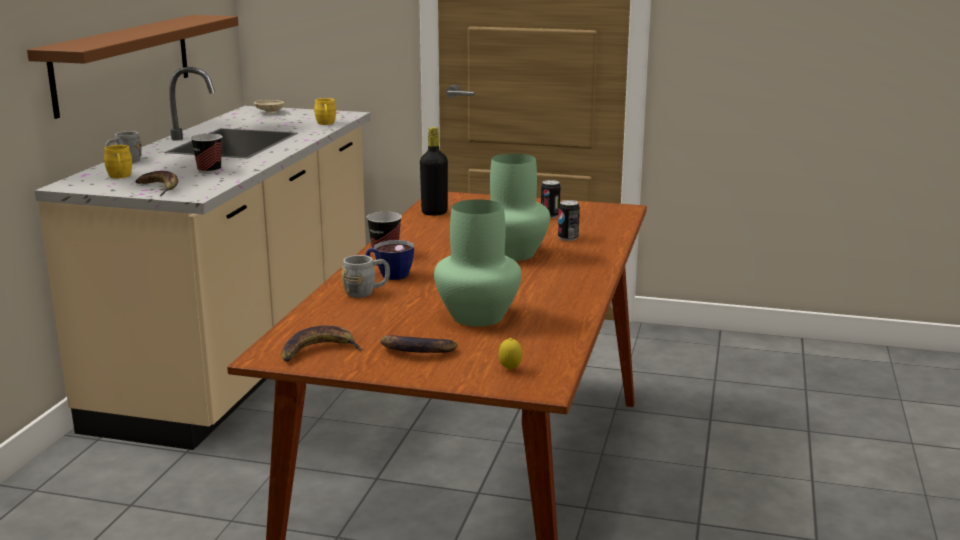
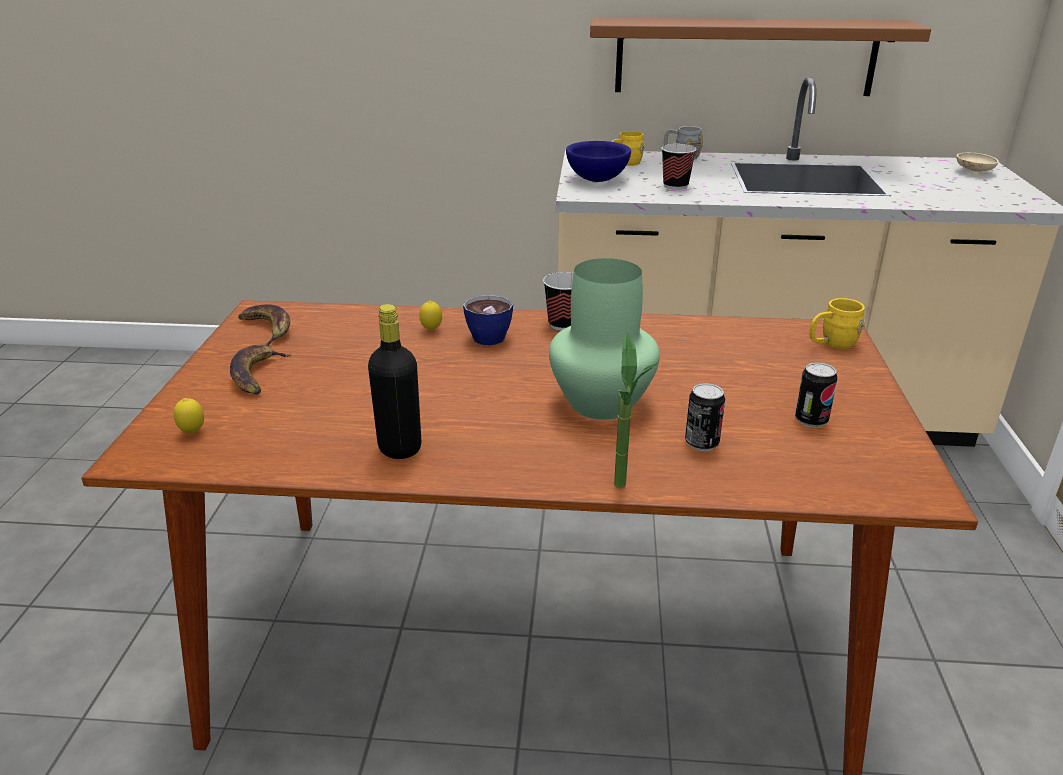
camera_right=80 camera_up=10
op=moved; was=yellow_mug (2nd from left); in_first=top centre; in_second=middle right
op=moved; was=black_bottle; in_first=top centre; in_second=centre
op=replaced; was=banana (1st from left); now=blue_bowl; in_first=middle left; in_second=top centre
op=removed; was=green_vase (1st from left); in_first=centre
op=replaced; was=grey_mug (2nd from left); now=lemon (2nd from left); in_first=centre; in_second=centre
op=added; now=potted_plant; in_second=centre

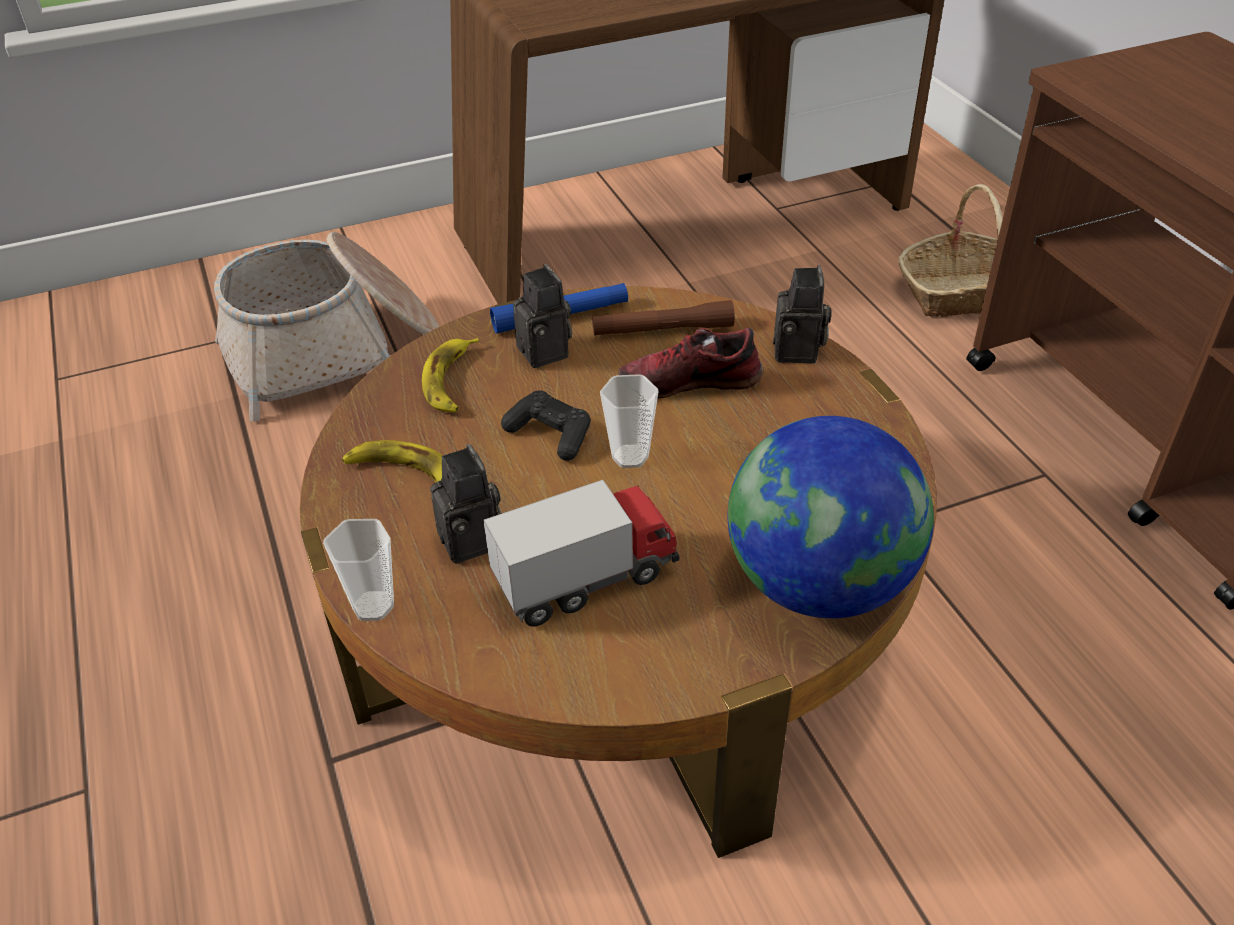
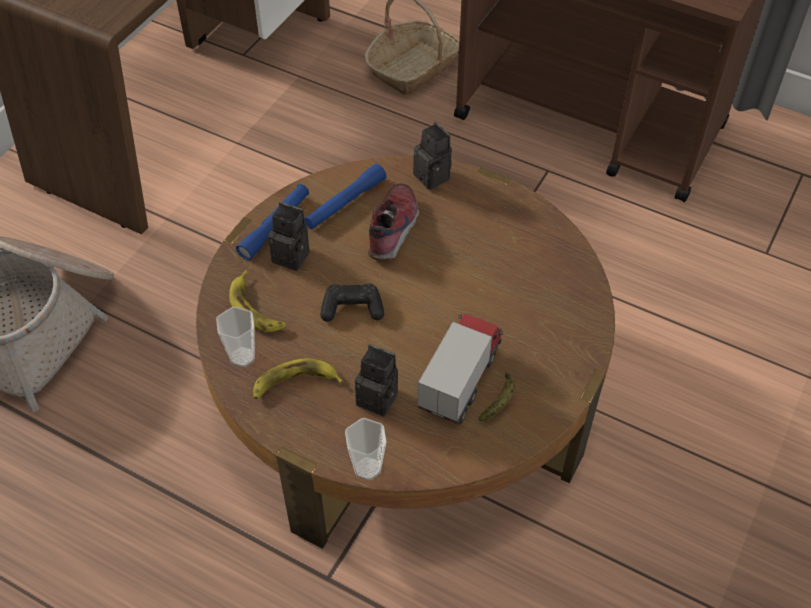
camera_right=-40 camera_up=10
op=recoloured; was=brown_flashlight; now=blue_flashlight (2nd from left); in_first=centre; in_second=top centre
op=turned; was=shoe; in_first=centre; in_second=centre; clockwise=150
op=moved; was=cup (2nd from left in the first image); now=cup (1st from left); in_first=centre; in_second=middle left
op=removed; was=globe; in_first=middle right
op=added; now=banana (3rd from left); in_second=centre

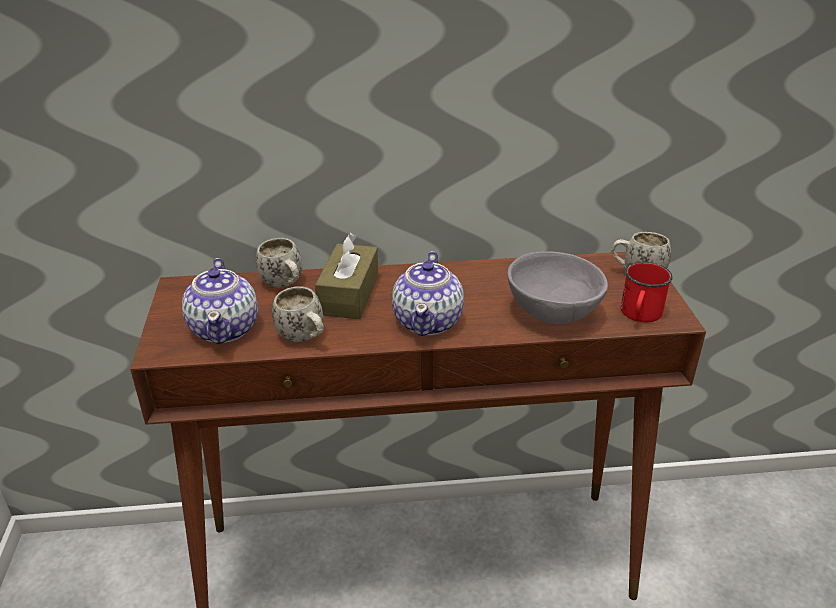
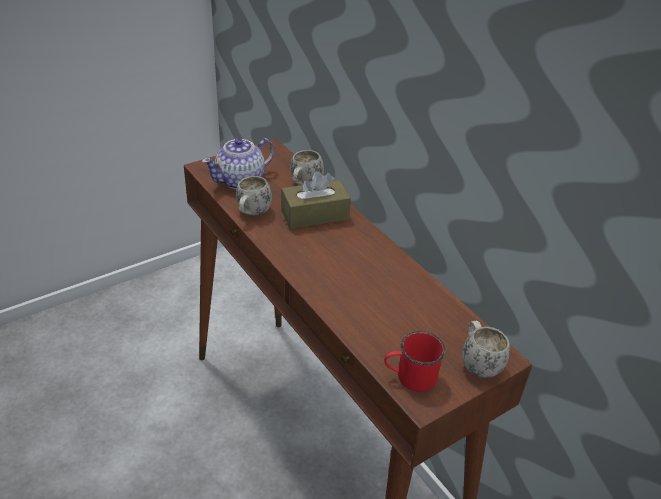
camera_right=60 camera_up=5
op=removed; was=teapot (2nd from left); in_first=centre
op=removed; was=grey_bowl; in_first=centre

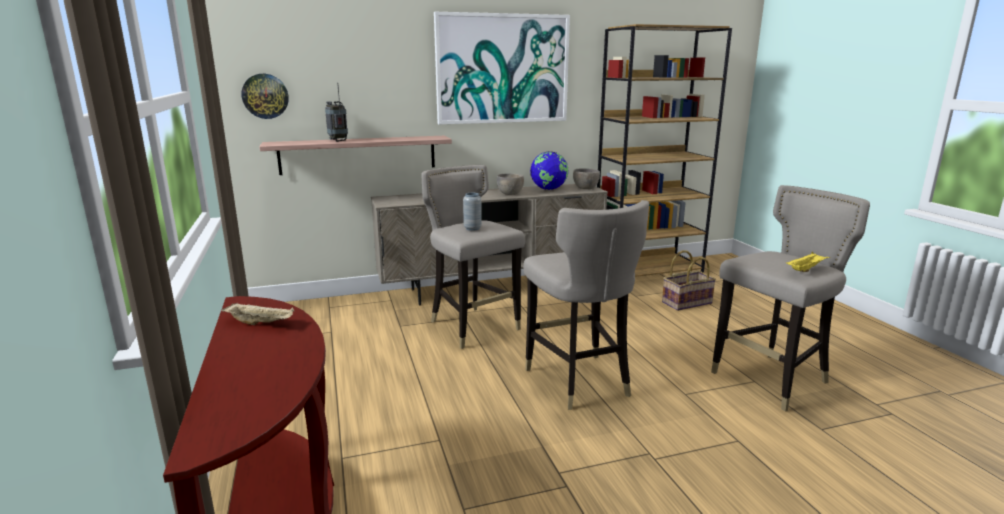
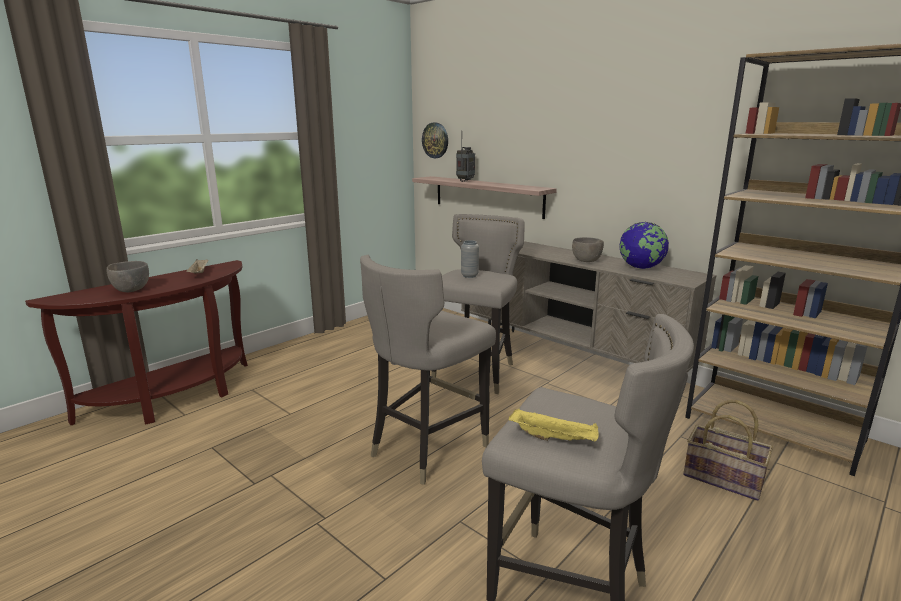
camera_right=60 camera_up=0
op=removed; was=picture; in_first=top centre
op=moved; was=grey_bowl (2nd from left in the first image); now=grey_bowl (1st from left); in_first=centre; in_second=middle left

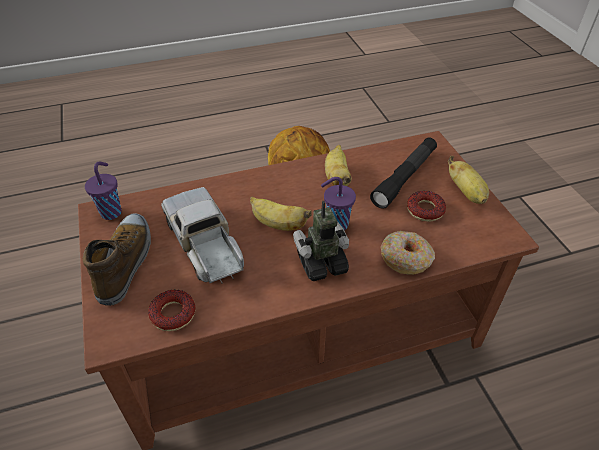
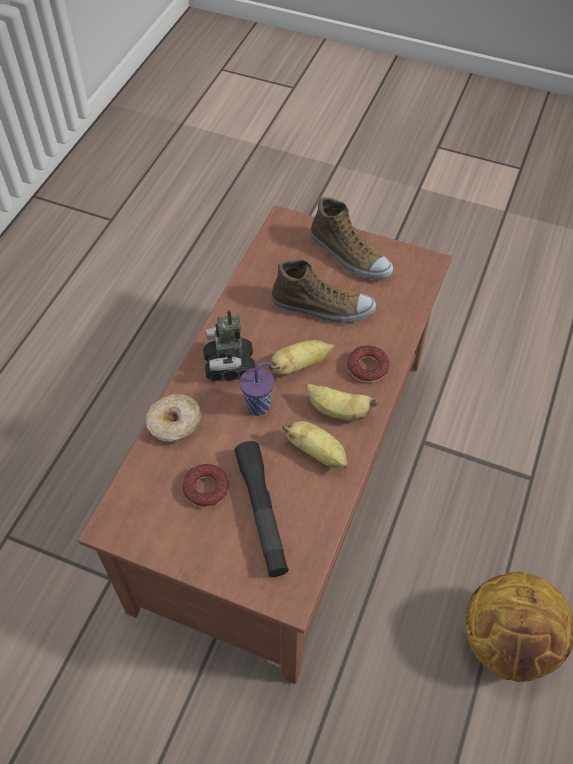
camera_right=130 camera_up=10
op=moved; was=banana (3rd from left); in_first=middle right; in_second=centre
op=removed; was=purple_cup (1st from left); in_first=middle left
op=replaced; was=toy_truck; now=shoe (1st from left); in_first=centre; in_second=centre
op=turned; was=toy_robot; in_first=centre; in_second=centre; clockwise=150
op=moved; was=donut (1st from left in the first image); now=donut (3rd from left); in_first=bottom left; in_second=centre

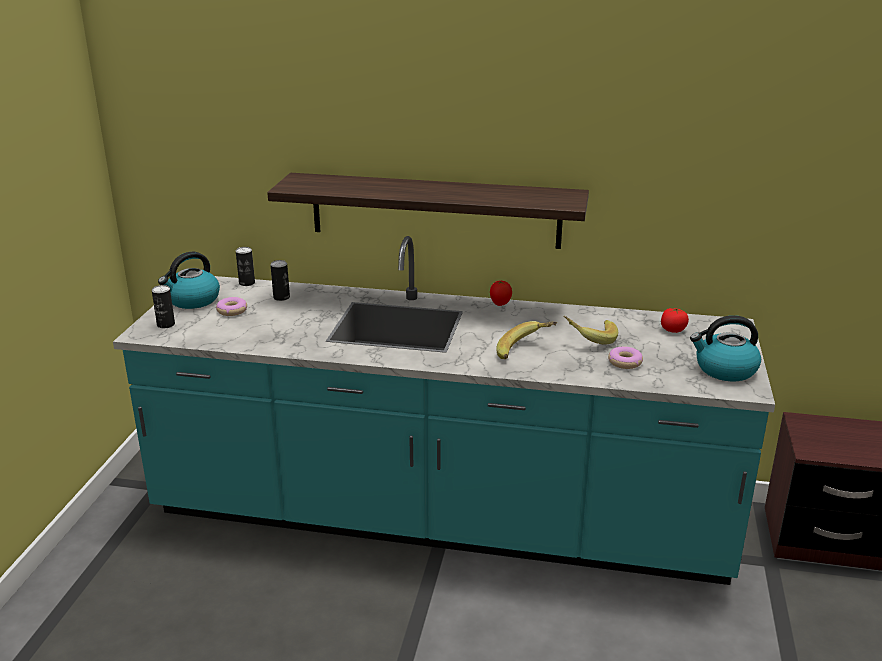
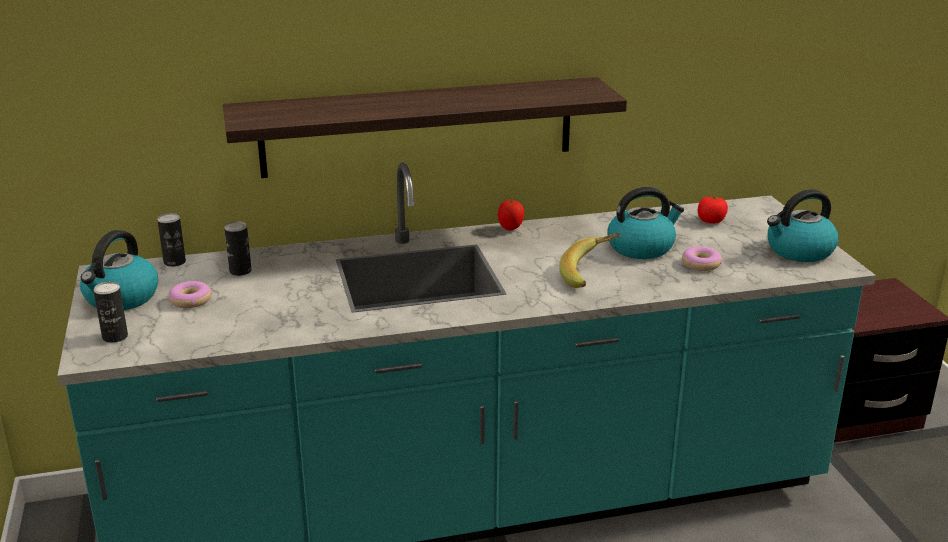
camera_right=-25 camera_up=0
op=replaced; was=banana (2nd from left); now=kettle (2nd from left); in_first=middle right; in_second=middle right

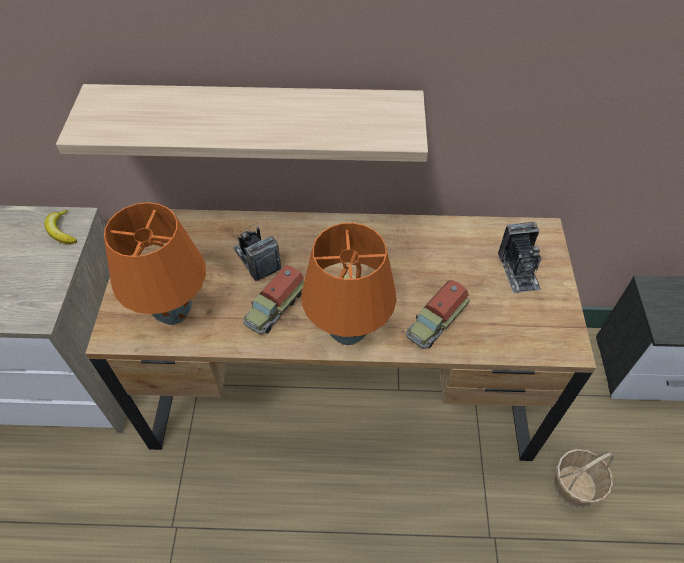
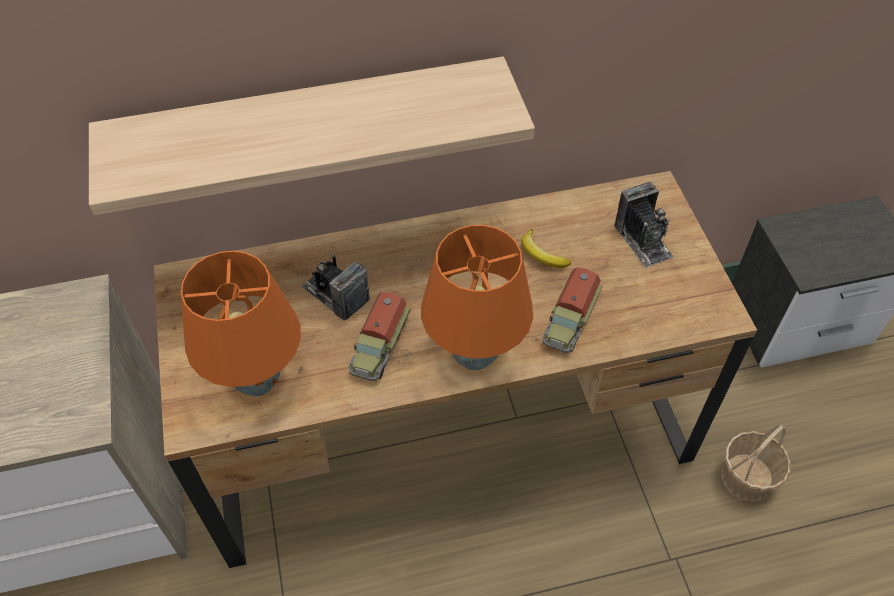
camera_right=-15 camera_up=0
op=moved; was=banana; in_first=middle left; in_second=centre

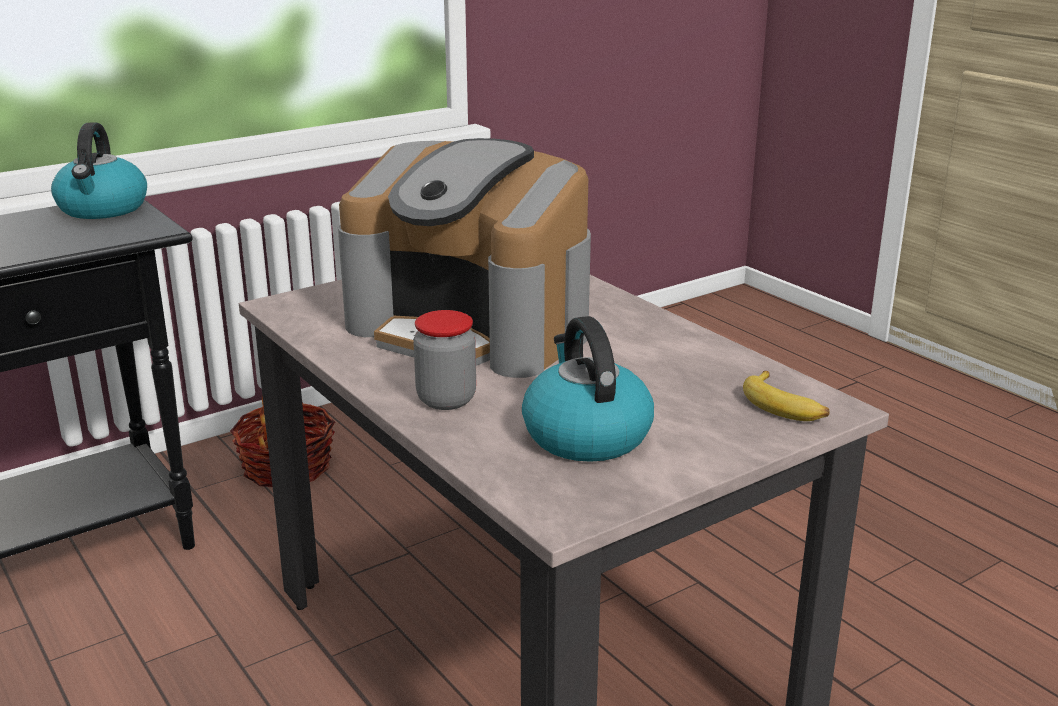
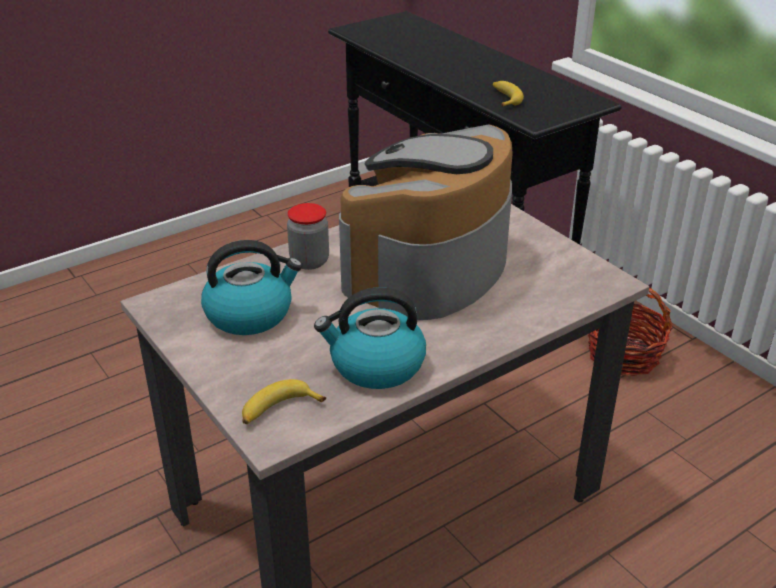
camera_right=90 camera_up=10
op=moved; was=kettle (1st from left in the first image); now=kettle (2nd from left); in_first=top left; in_second=centre
op=added; now=banana (2nd from left); in_second=top centre

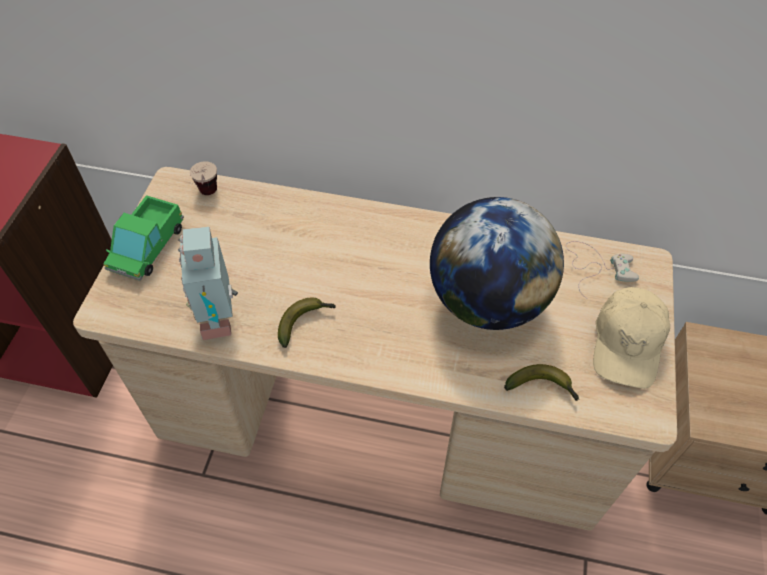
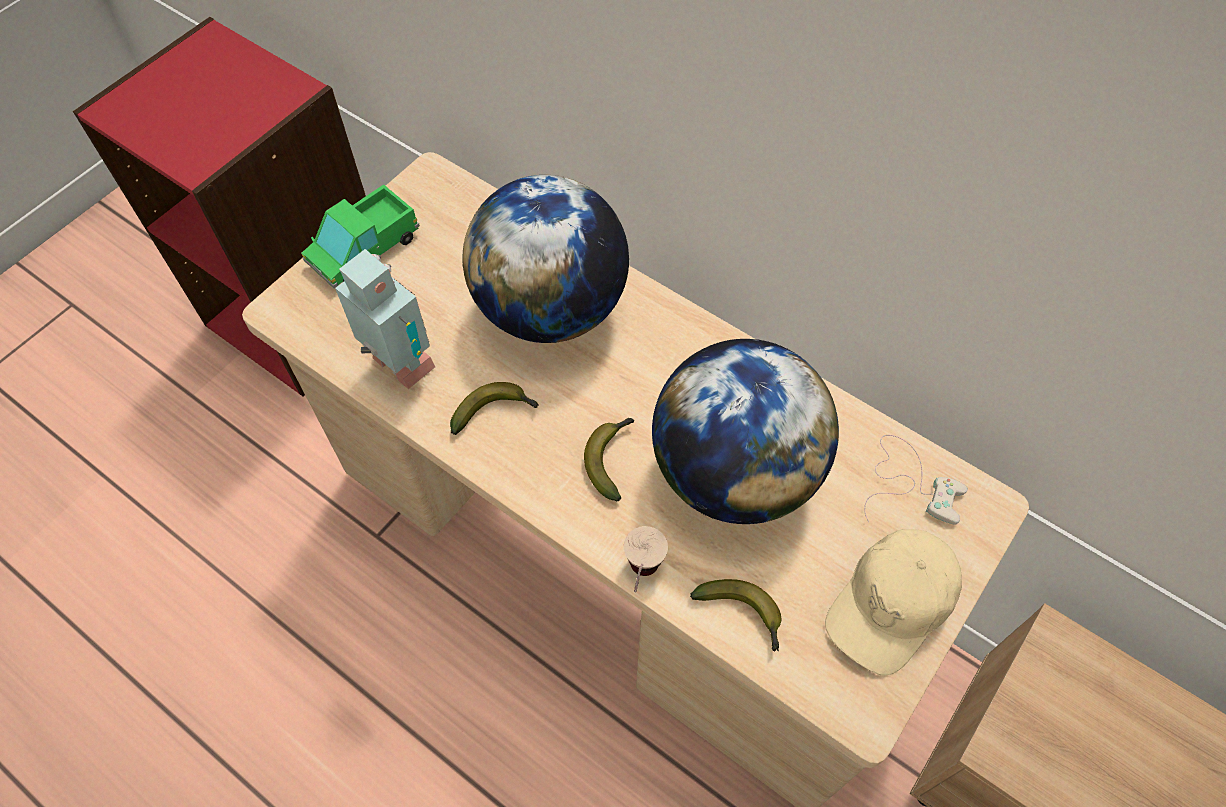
camera_right=25 camera_up=5
op=moved; was=cup; in_first=top left; in_second=bottom centre
op=turned; was=toy_robot; in_first=middle left; in_second=middle left; clockwise=120
op=added; now=globe (1st from left); in_second=top centre
op=added; now=banana (2nd from left); in_second=centre

